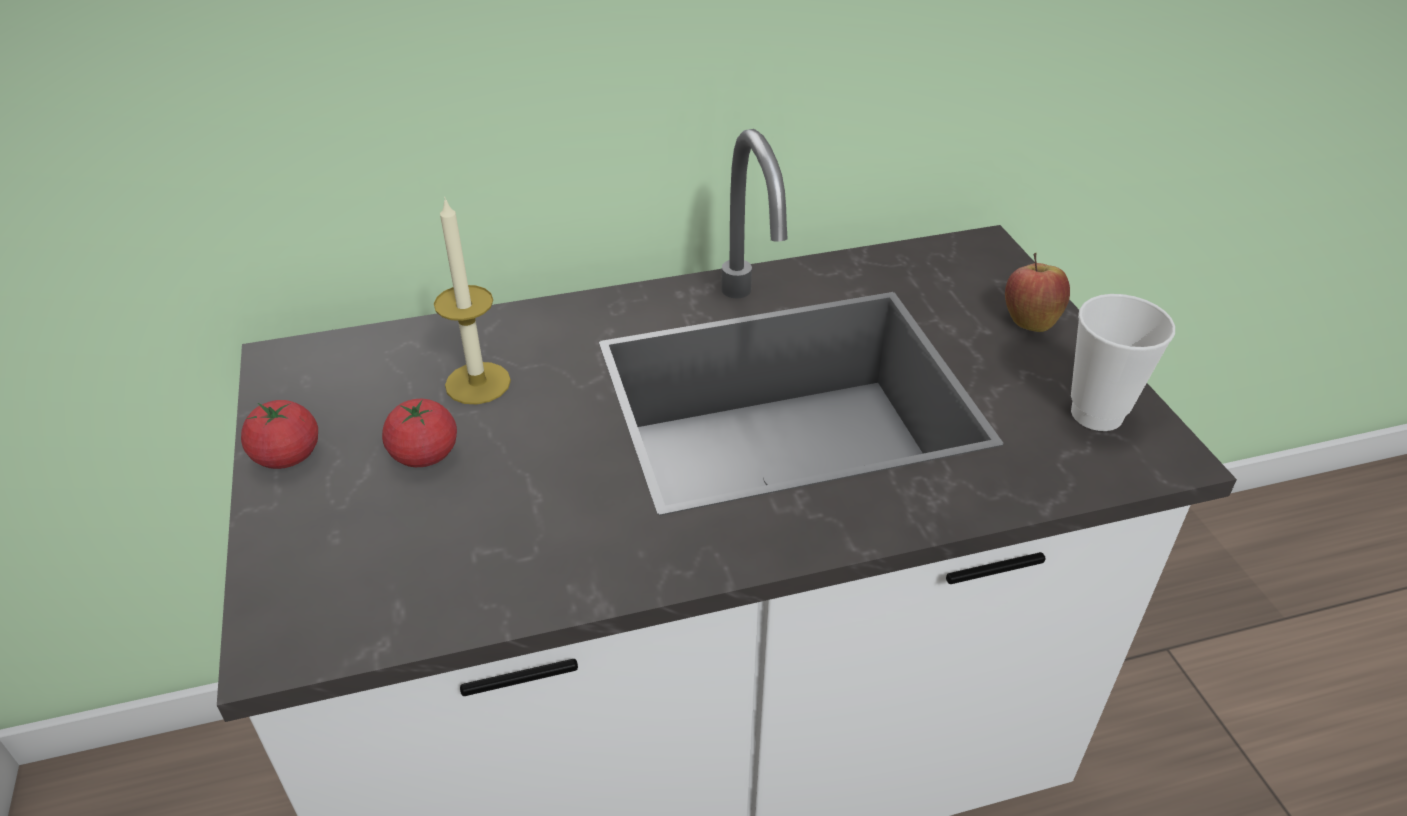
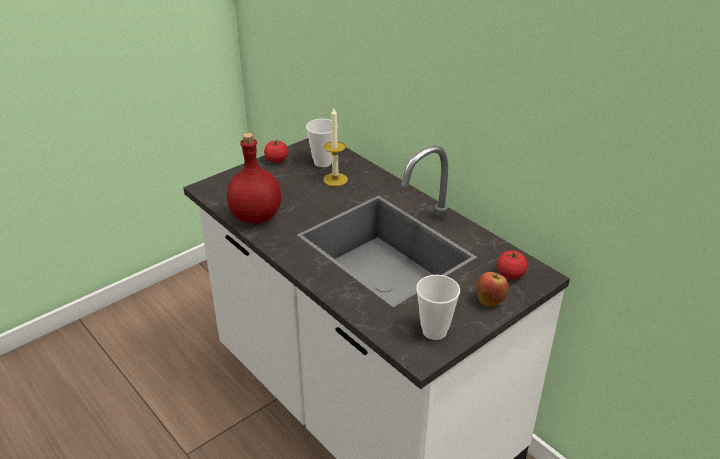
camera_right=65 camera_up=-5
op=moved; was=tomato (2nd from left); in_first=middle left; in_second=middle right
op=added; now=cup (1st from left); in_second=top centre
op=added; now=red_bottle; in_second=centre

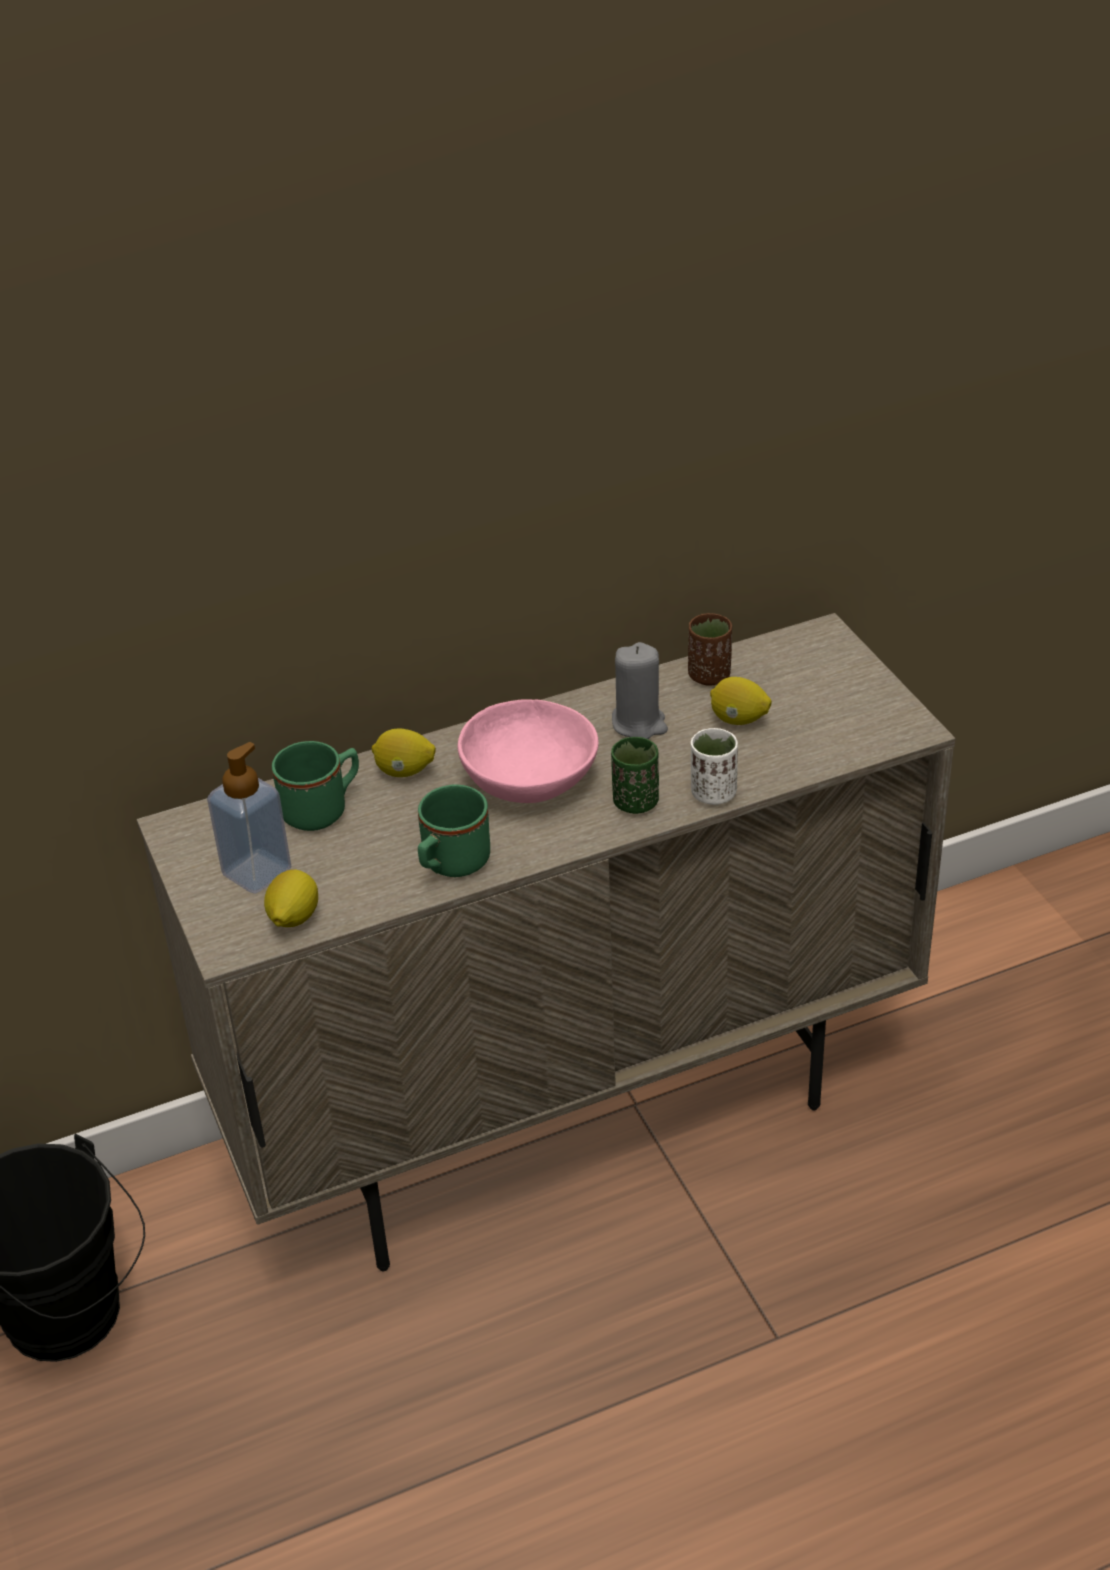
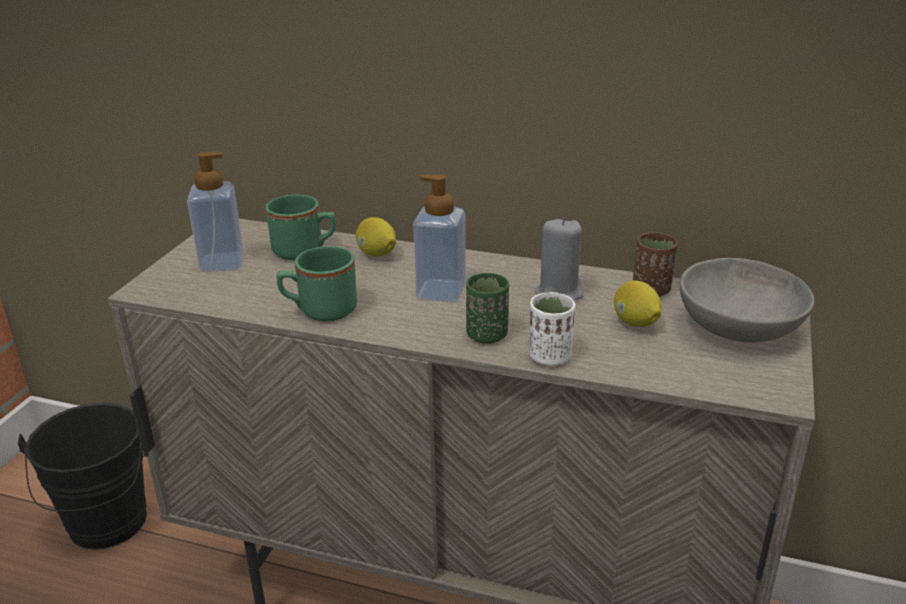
camera_right=40 camera_up=-10
op=replaced; was=pink_bowl; now=soap_dispenser (2nd from left); in_first=centre; in_second=centre
op=removed; was=lemon (1st from left); in_first=middle left
op=added; now=grey_bowl; in_second=middle right

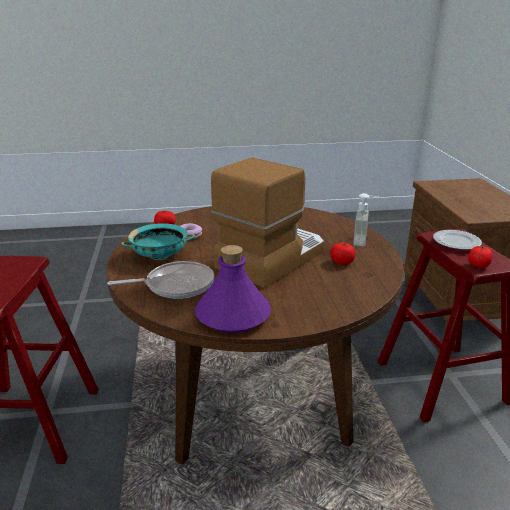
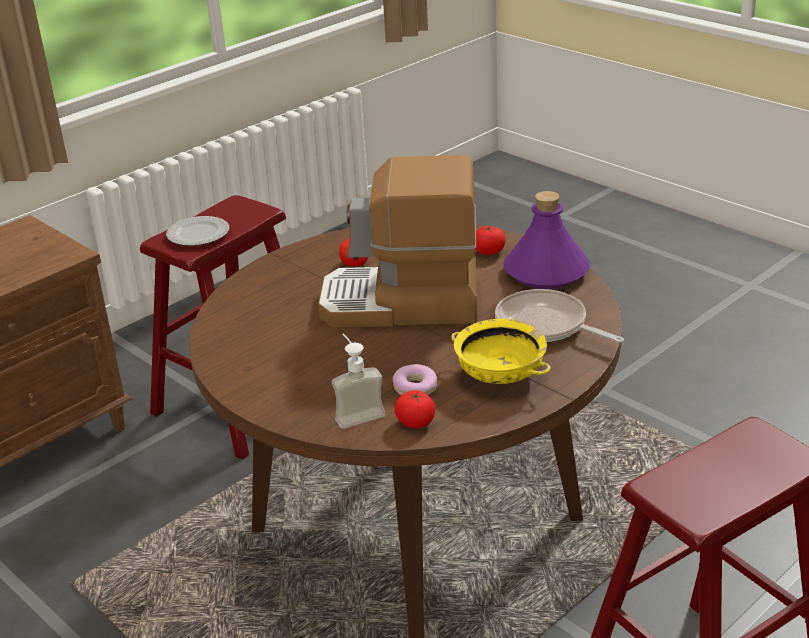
camera_right=-125 camera_up=5
op=moved; was=soap_dispenser; in_first=middle right; in_second=centre
op=recoloured; was=turquoise_bowl; now=yellow_bowl; in_first=middle left; in_second=centre
op=moved; was=tomato (3rd from left); in_first=middle right; in_second=centre

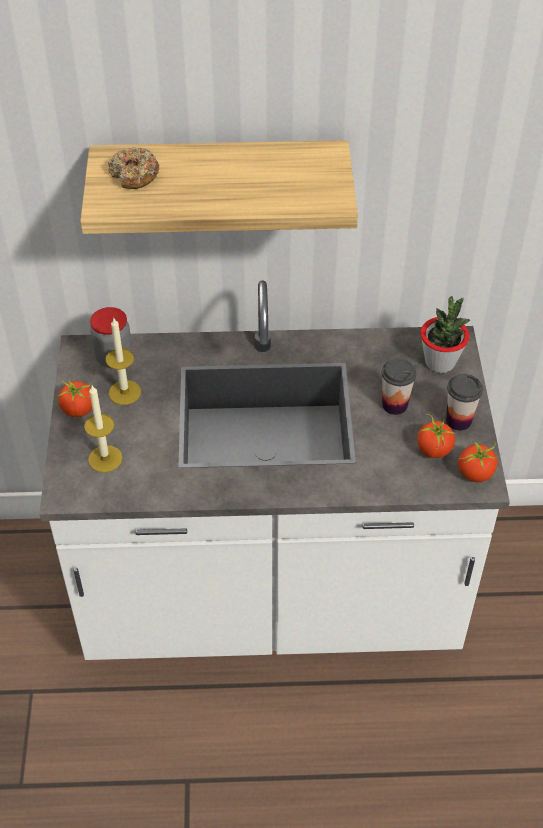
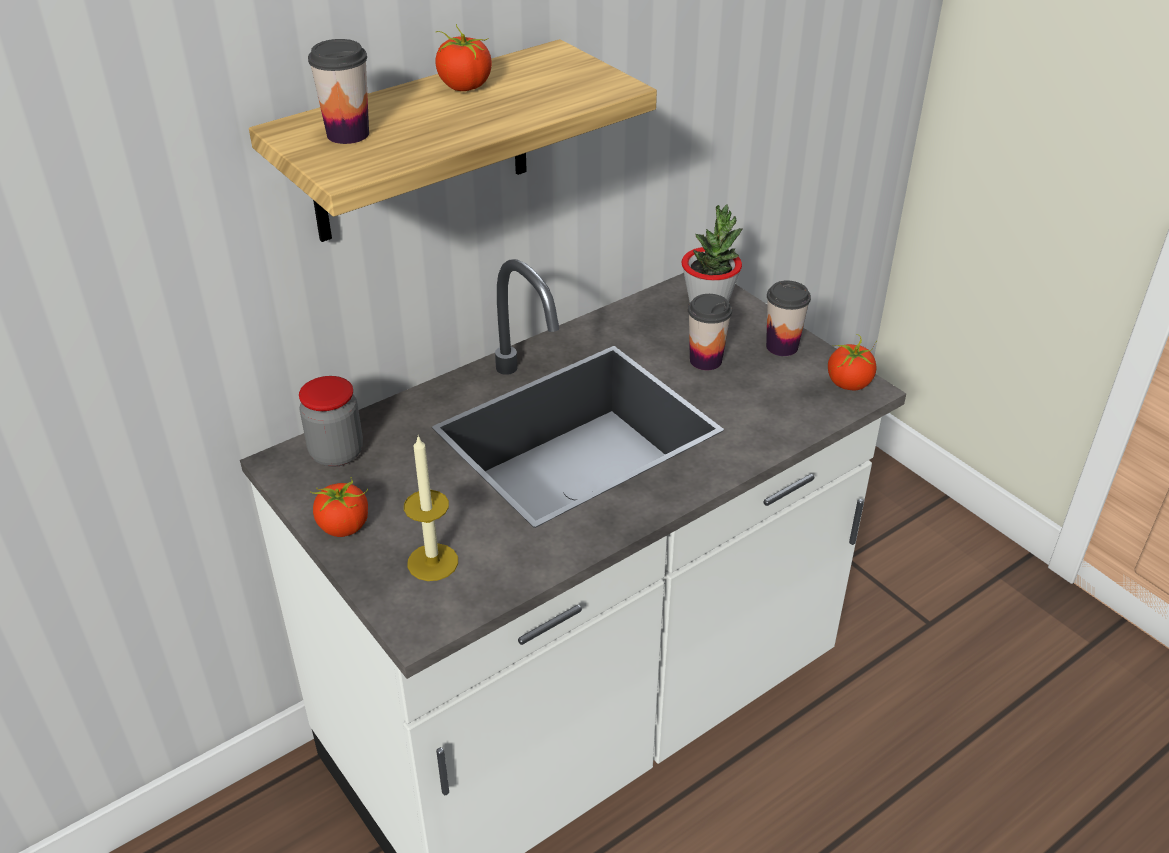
camera_right=-35 camera_up=-10
op=replaced; was=donut; now=cup (1st from left); in_first=top left; in_second=top left
op=removed; was=candle (2nd from left); in_first=middle left
op=moved; was=tomato (2nd from left); in_first=middle right; in_second=top centre

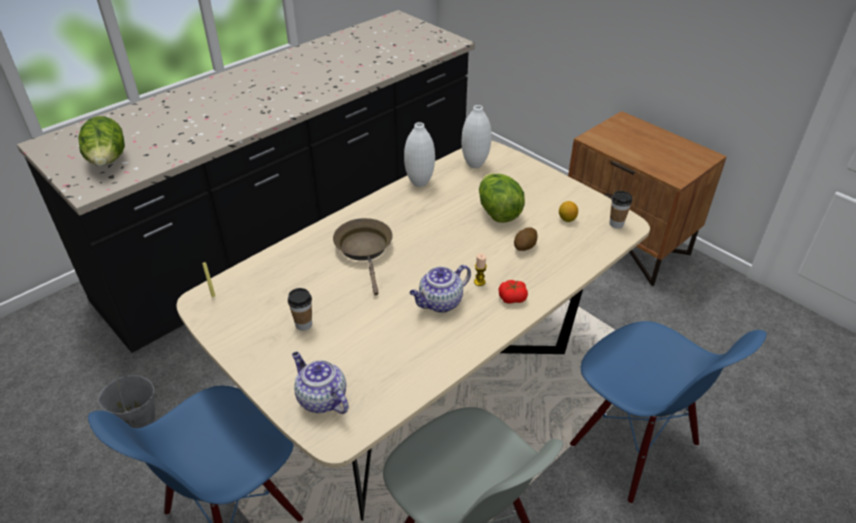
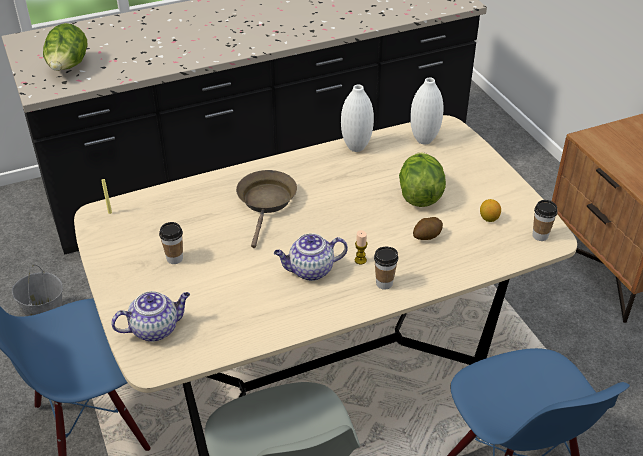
camera_right=20 camera_up=0
op=replaced; was=tomato; now=cup (2nd from left); in_first=centre; in_second=centre
op=turned; was=teapot (1st from left); in_first=bottom centre; in_second=bottom left; clockwise=90

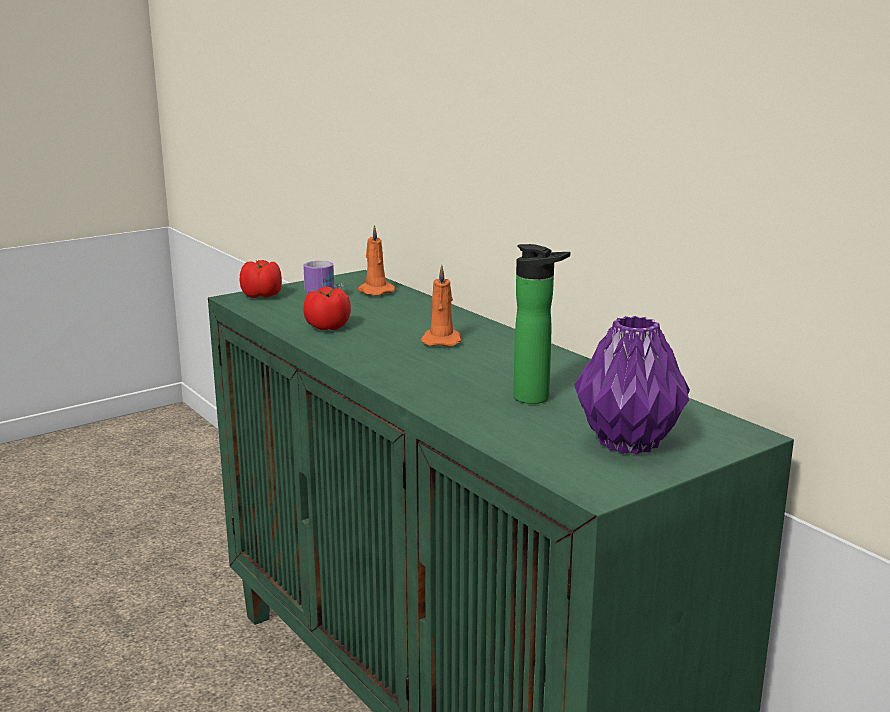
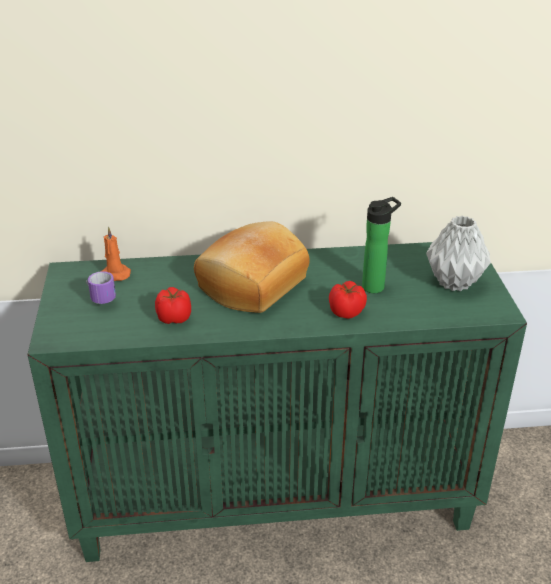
camera_right=-60 camera_up=15
op=moved; was=tomato (1st from left in the first image); now=tomato (2nd from left); in_first=middle left; in_second=centre
op=replaced; was=orange_candle (2nd from left); now=bread; in_first=centre; in_second=centre
op=recoloured; was=purple_vase; now=grey_vase; in_first=middle right; in_second=middle right

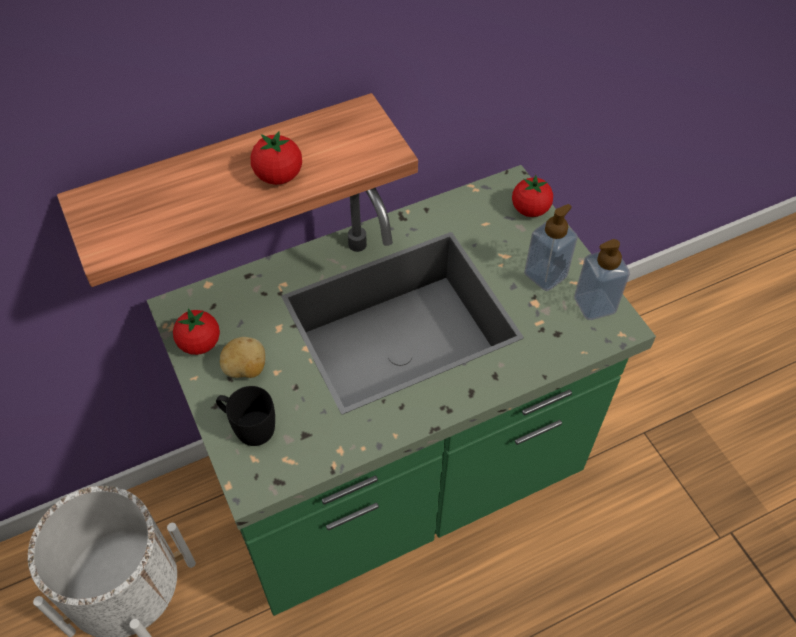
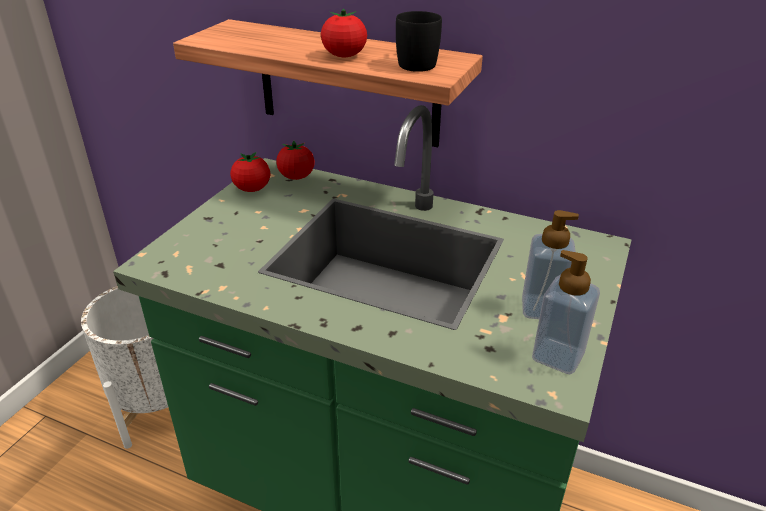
camera_right=50 camera_up=-20
op=moved; was=tomato (3rd from left in the first image); now=tomato (2nd from left); in_first=top right; in_second=top centre
op=removed; was=potato; in_first=middle left
op=moved; was=black_mug; in_first=middle left; in_second=top centre

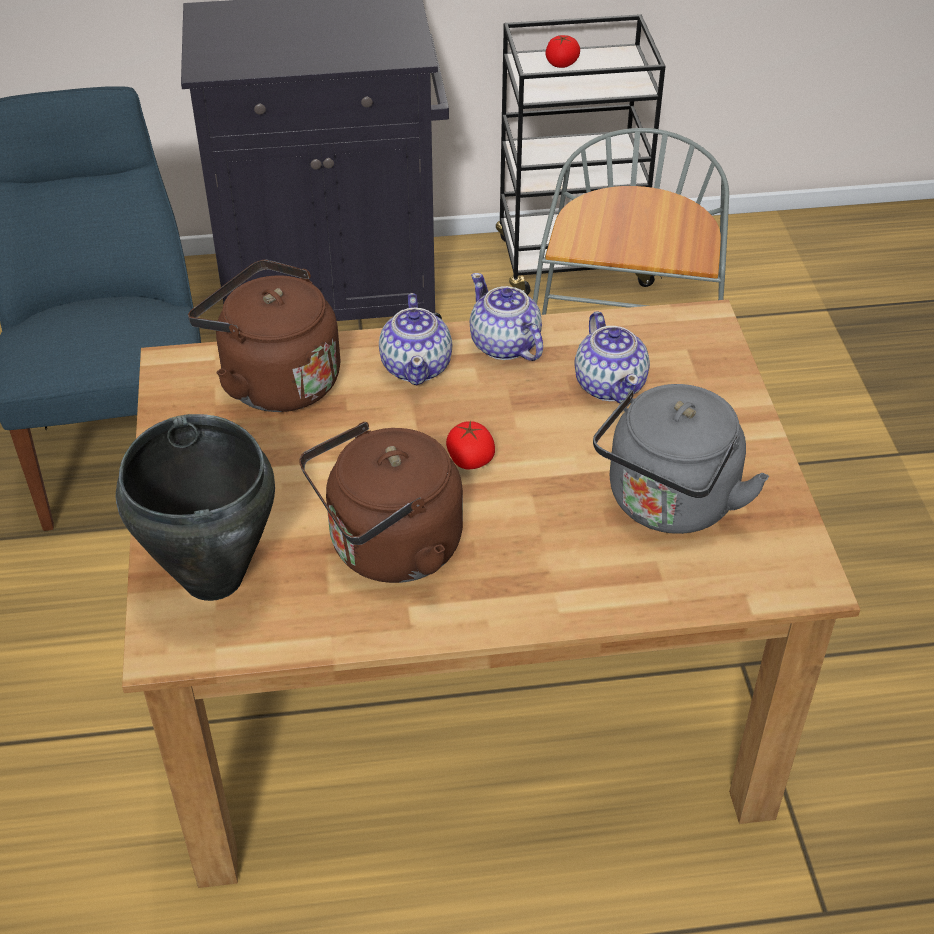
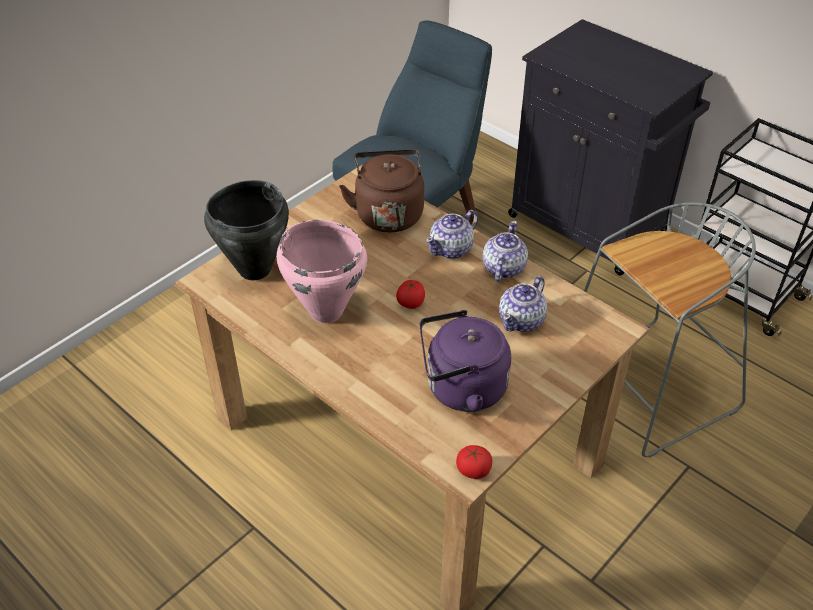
camera_right=50 camera_up=0
op=moved; was=tomato (2nd from left); in_first=top centre; in_second=bottom centre
op=recoloured; was=grey_kettle; now=purple_kettle; in_first=middle right; in_second=centre
op=replaced; was=brown_kettle (2nd from left); now=pink_cooking_pot; in_first=centre; in_second=centre

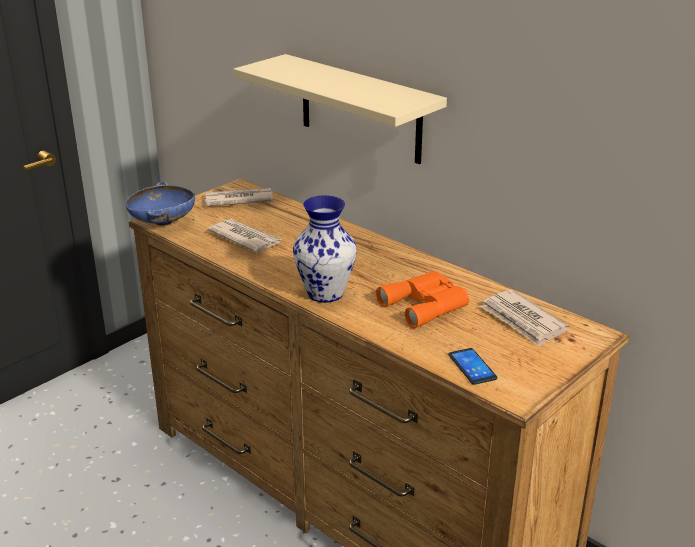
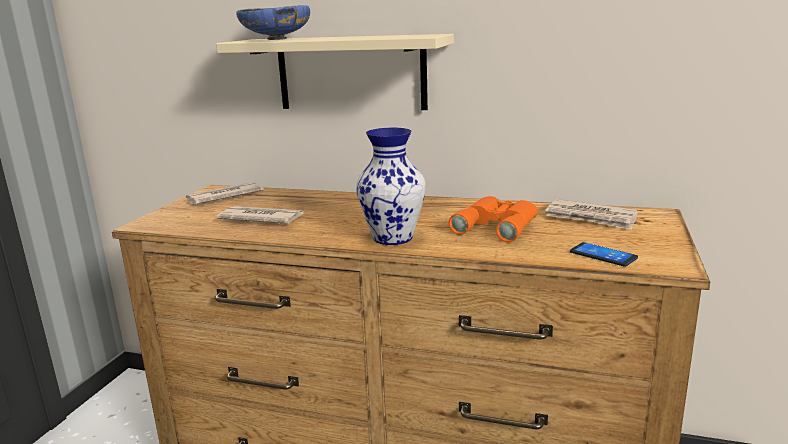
camera_right=-25 camera_up=-10
op=moved; was=blue_bowl; in_first=middle left; in_second=top centre

